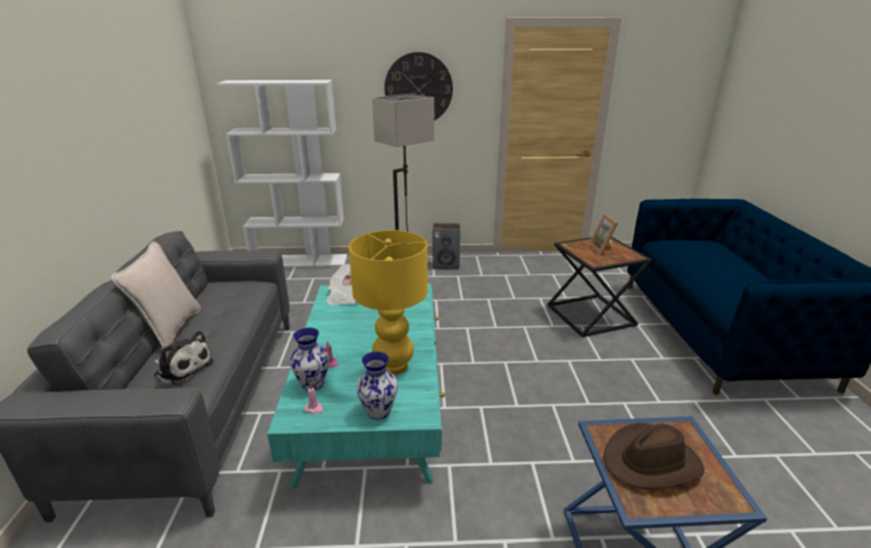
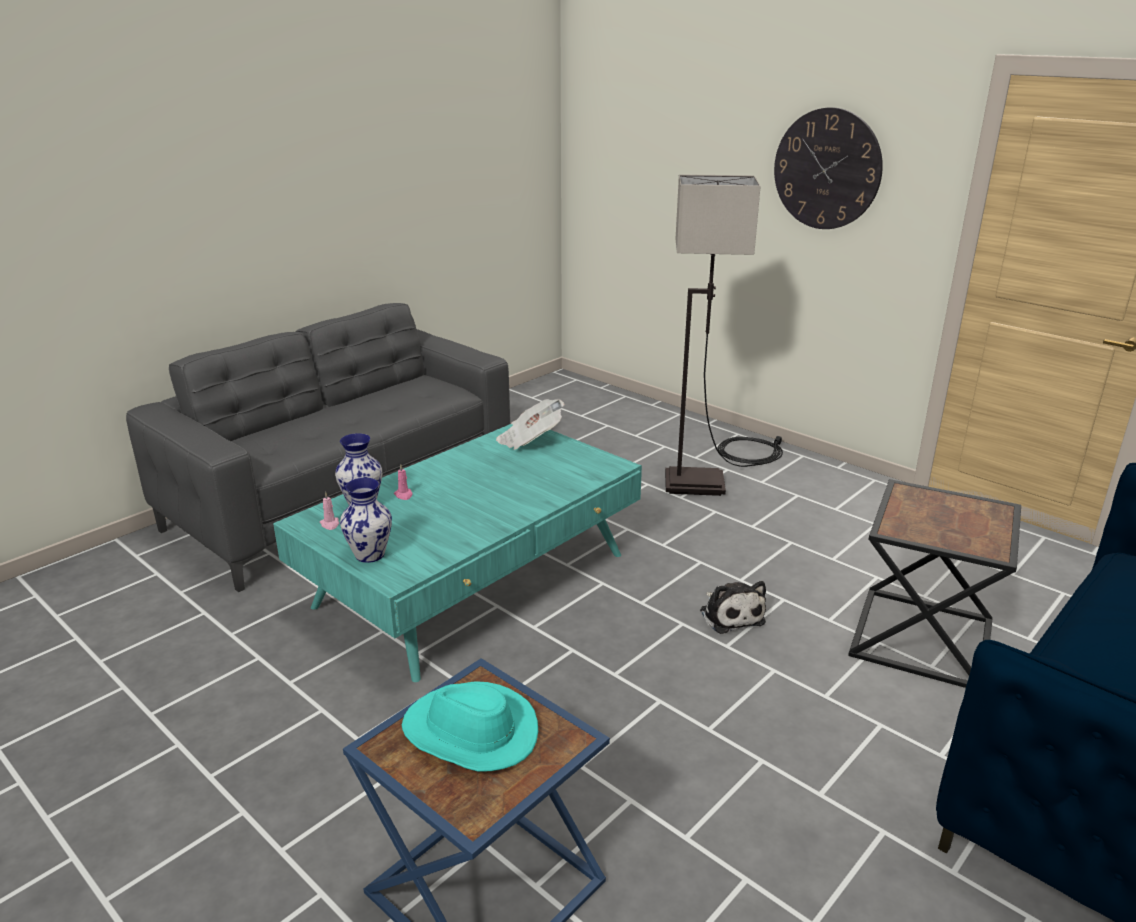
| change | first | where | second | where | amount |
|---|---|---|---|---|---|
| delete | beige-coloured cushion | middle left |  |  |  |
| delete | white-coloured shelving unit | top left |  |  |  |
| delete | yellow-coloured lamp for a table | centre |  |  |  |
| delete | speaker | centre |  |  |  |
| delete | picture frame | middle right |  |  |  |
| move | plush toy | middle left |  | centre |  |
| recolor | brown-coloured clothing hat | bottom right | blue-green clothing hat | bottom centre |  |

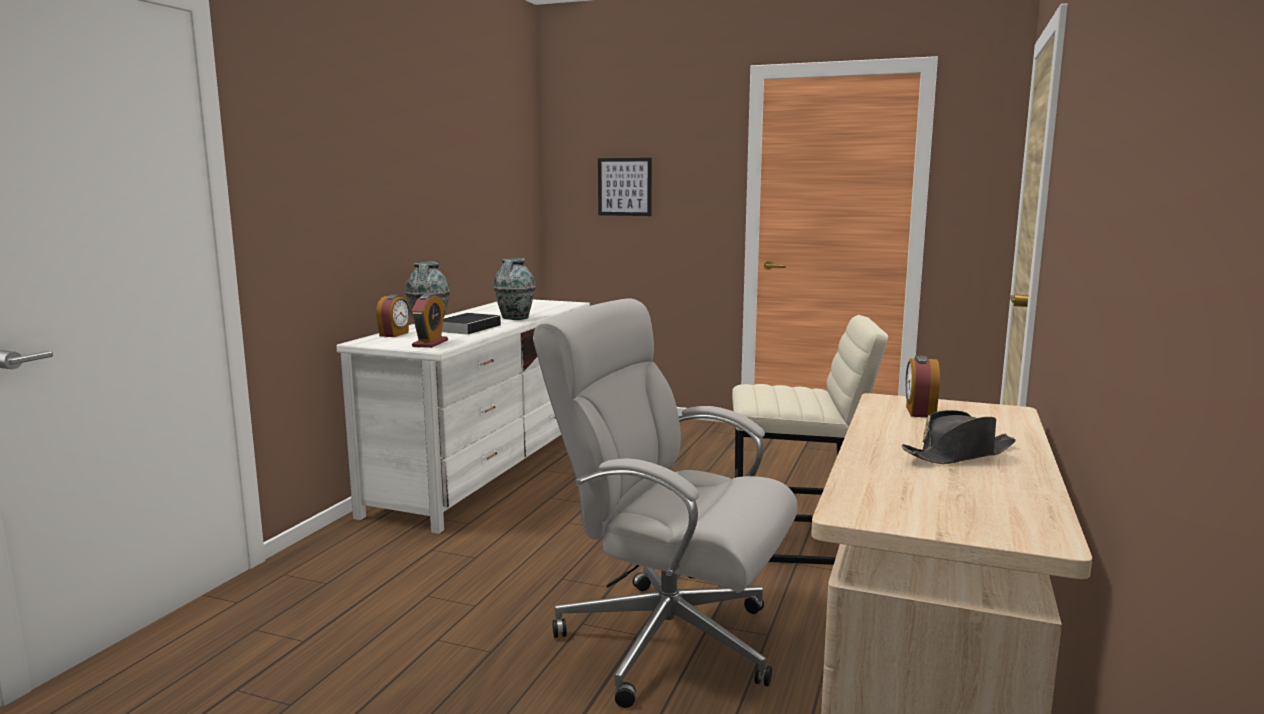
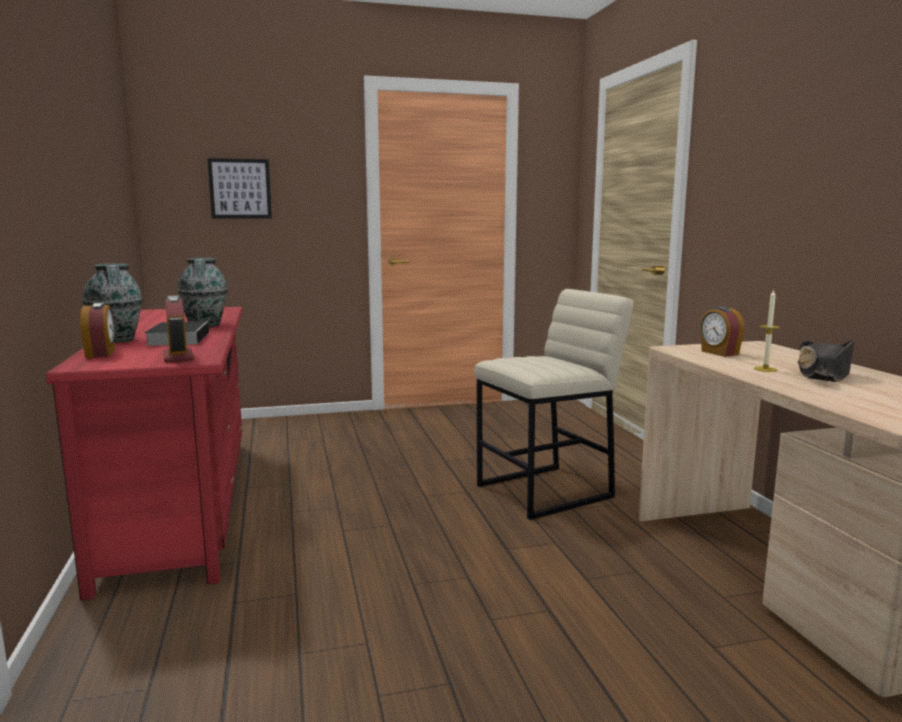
| change | first | where | second | where | amount |
|---|---|---|---|---|---|
| delete | gray desk chair | bottom centre |  |  |  |
| insert |  |  | candle | middle right |  |
| recolor | white-coloured chest of drawers | centre | red-coloured chest of drawers | middle left |  |

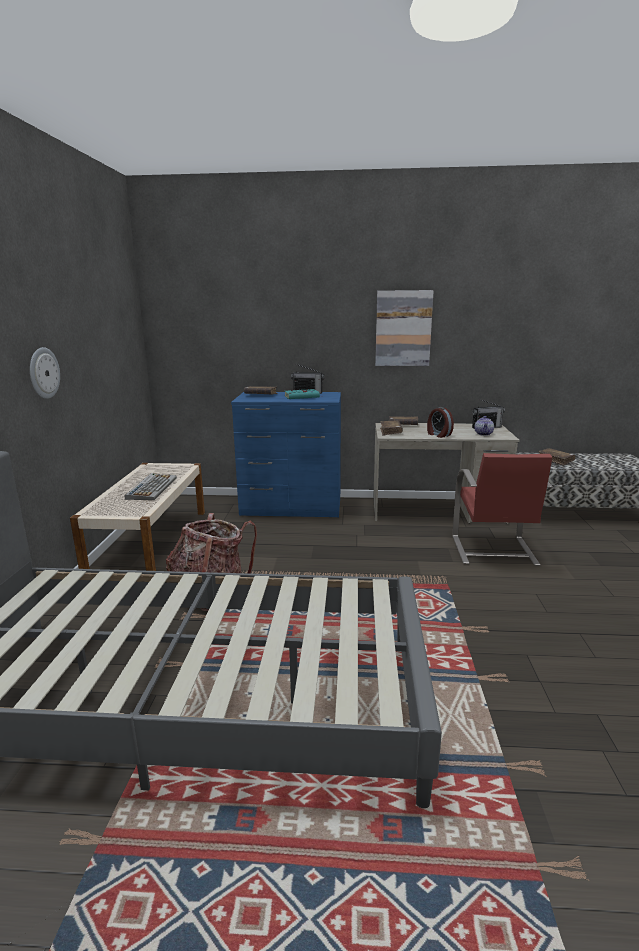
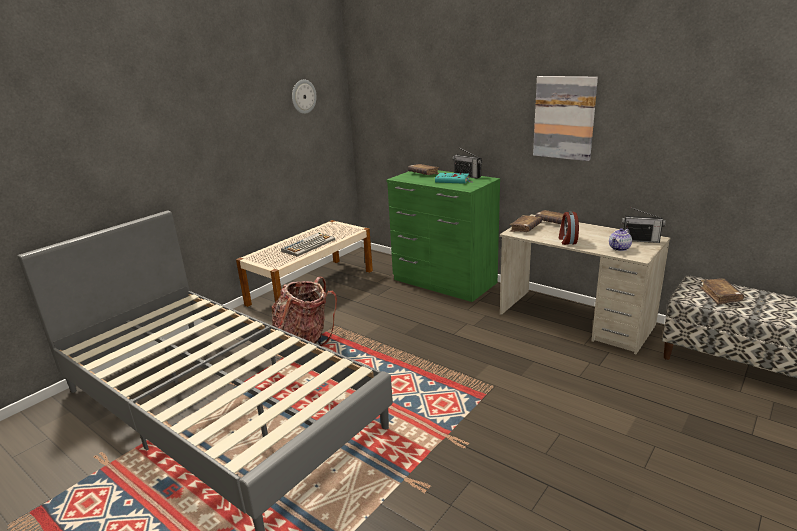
| change | first | where | second | where | amount |
|---|---|---|---|---|---|
| delete | red-coloured upright chair | middle right |  |  |  |
| move | wall clock | middle left |  | top centre |  |
| recolor | blue-coloured chest of drawers | centre | green chest of drawers | centre |  |

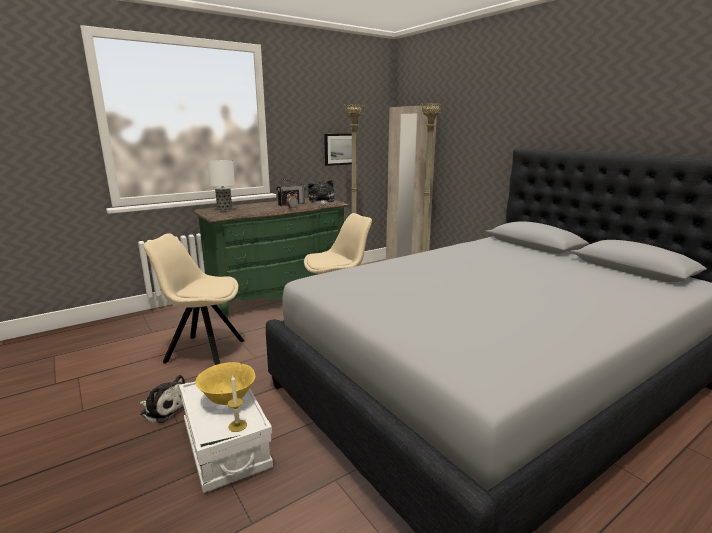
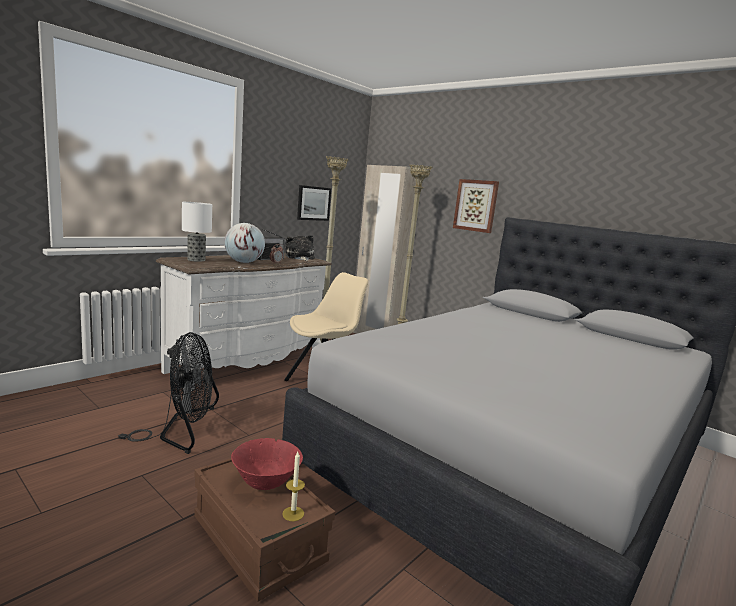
| change | first | where | second | where | amount |
|---|---|---|---|---|---|
| delete | plush toy (1st from left) | bottom left |  |  |  |
| insert |  |  | world globe | middle left |  |
| insert |  |  | wall picture (2nd from left) | centre |  |
| replace | beige-coloured upright chair (1st from left) | middle left | black-coloured cooling fan | middle left |  |
| recolor | white-coloured storage box | bottom left | brown-coloured storage box | bottom centre |  |
| recolor | green chest of drawers | centre | white-coloured chest of drawers | middle left |  |
| recolor | yellow-coloured bowl | bottom left | red-coloured bowl | bottom centre |  |

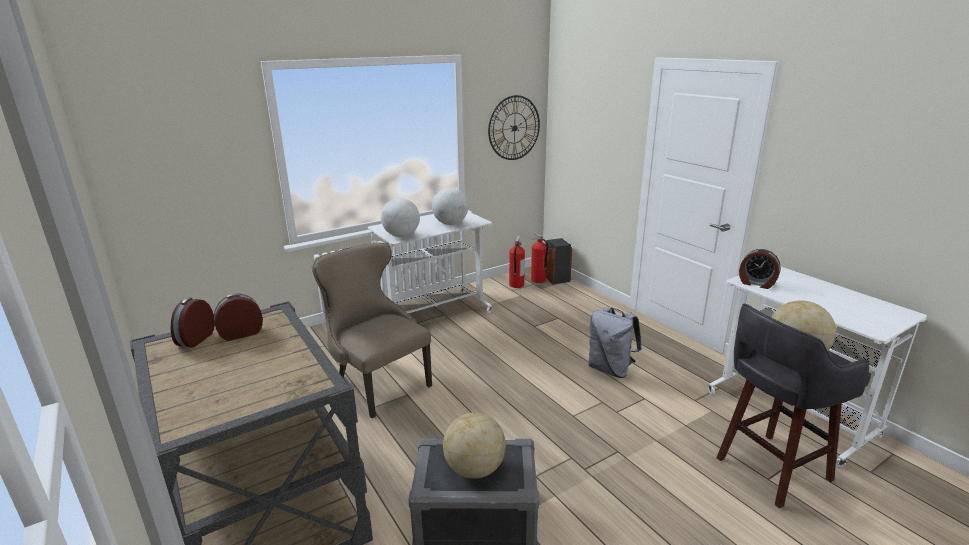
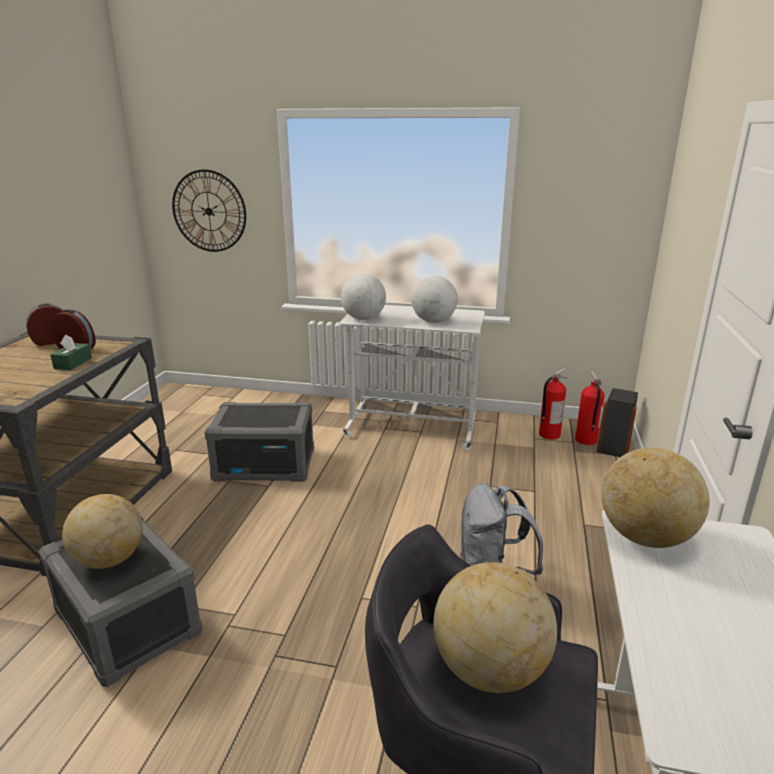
| change | first | where | second | where | amount |
|---|---|---|---|---|---|
| insert |  |  | green tissue holder | middle left |  |
| move | wall clock | top centre |  | top left |  |
| replace | beige-coloured upright chair | centre | gray storage box (2nd from left) | centre |  |
| replace | table clock (3rd from left) | middle right | world globe (5th from left) | middle right |  |

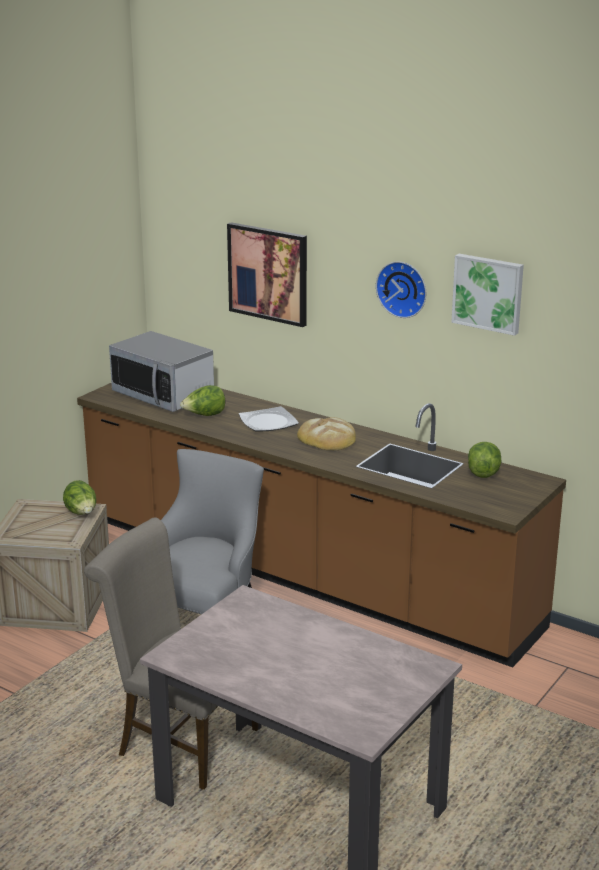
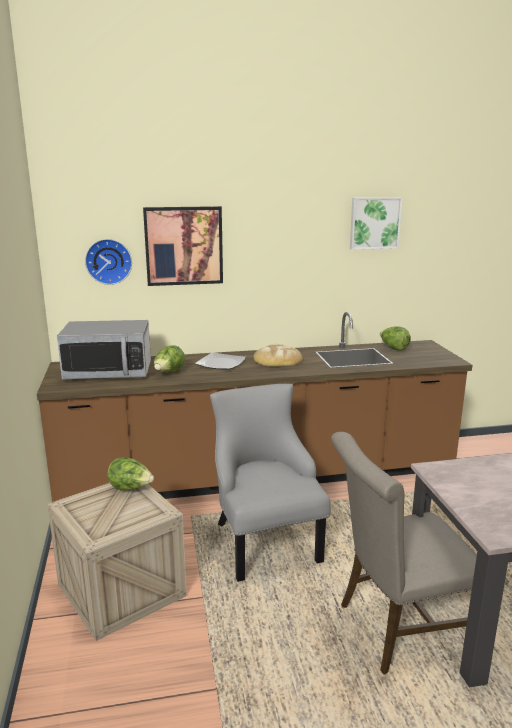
| change | first | where | second | where | amount |
|---|---|---|---|---|---|
| move | wall clock | top right |  | middle left |  |

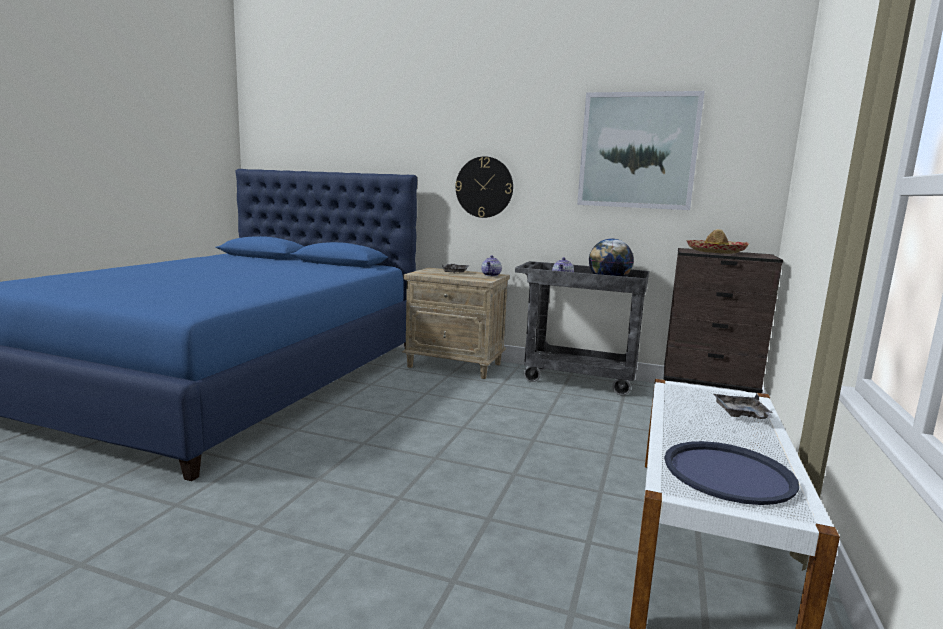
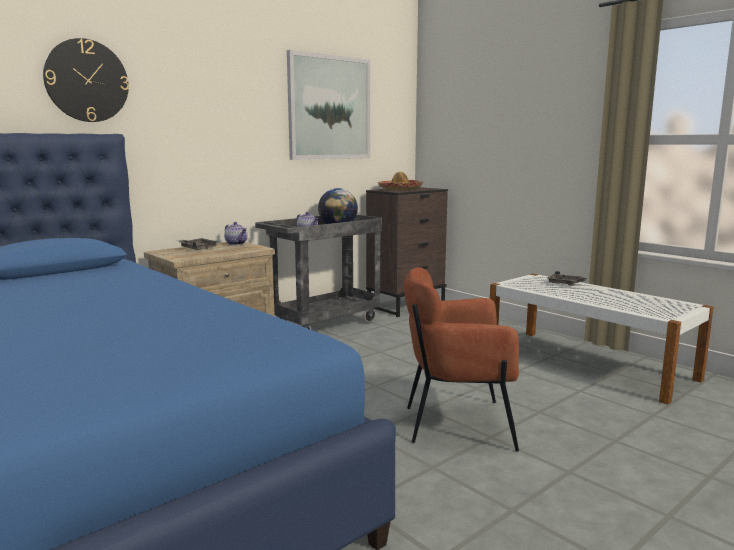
| change | first | where | second | where | amount |
|---|---|---|---|---|---|
| delete | blue-coloured serving tray | bottom right |  |  |  |
| insert |  |  | brown-coloured easy chair | centre |  |
| move | wall clock | top centre |  | top left |  |

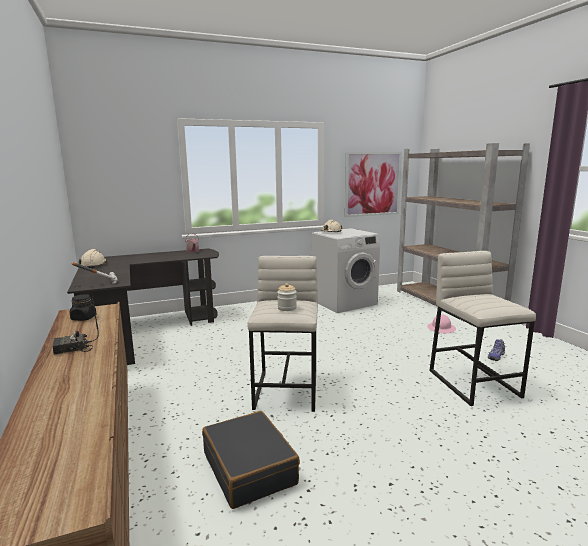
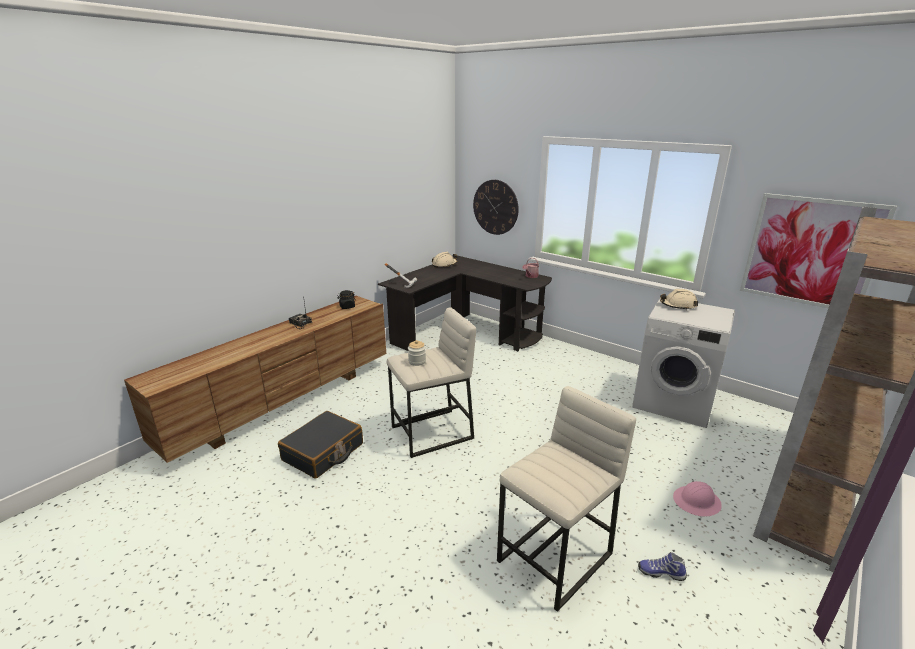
| change | first | where | second | where | amount |
|---|---|---|---|---|---|
| insert |  |  | wall clock | top centre |  |

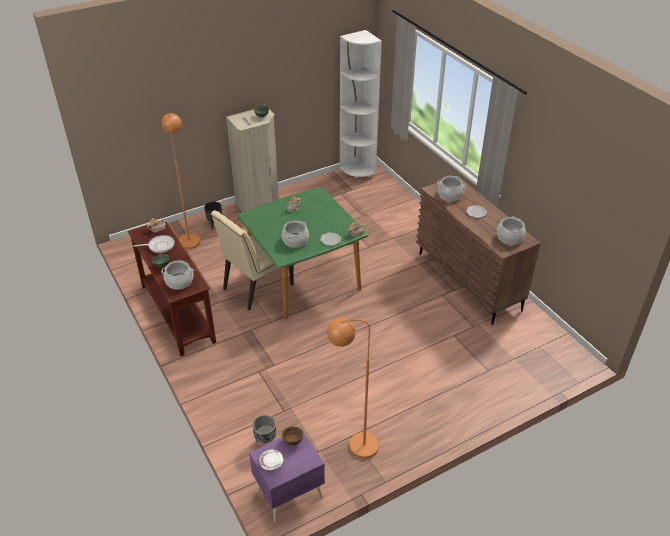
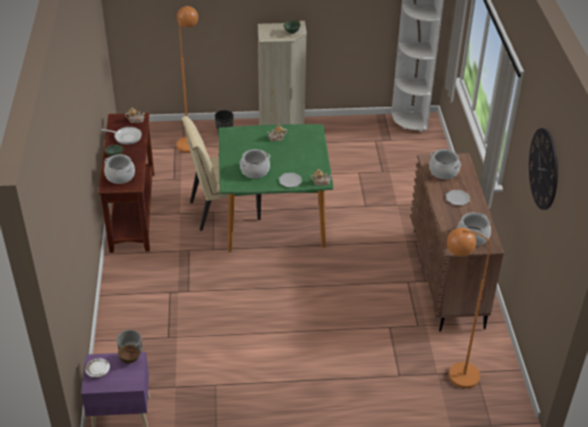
| change | first | where | second | where | amount |
|---|---|---|---|---|---|
| insert |  |  | wall clock | middle right |  |
| move | orangey standard lamp (2nd from left) | bottom centre |  | bottom right |  |

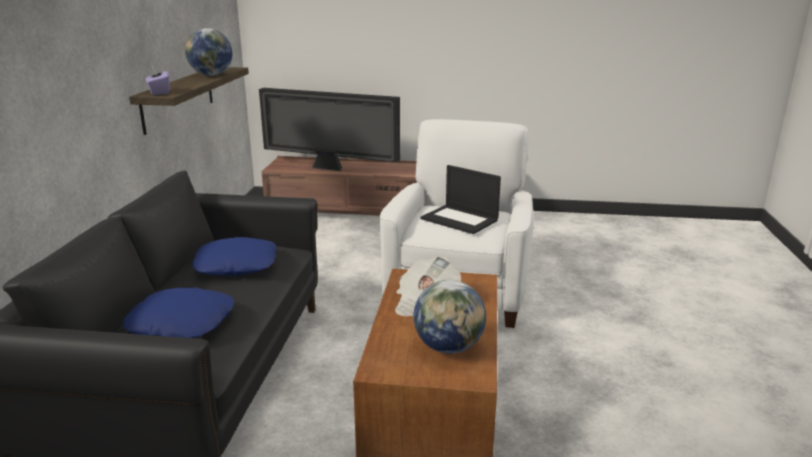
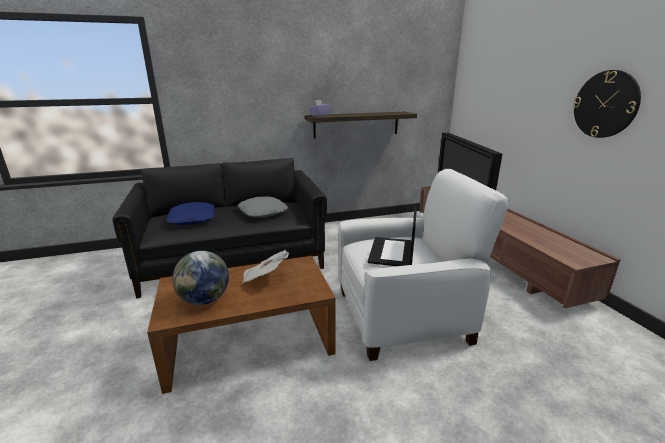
| change | first | where | second | where | amount |
|---|---|---|---|---|---|
| delete | world globe (1st from left) | top left |  |  |  |
| insert |  |  | wall clock | top right |  |
| recolor | blue-coloured cushion (2nd from left) | middle left | gray cushion | centre |  |

